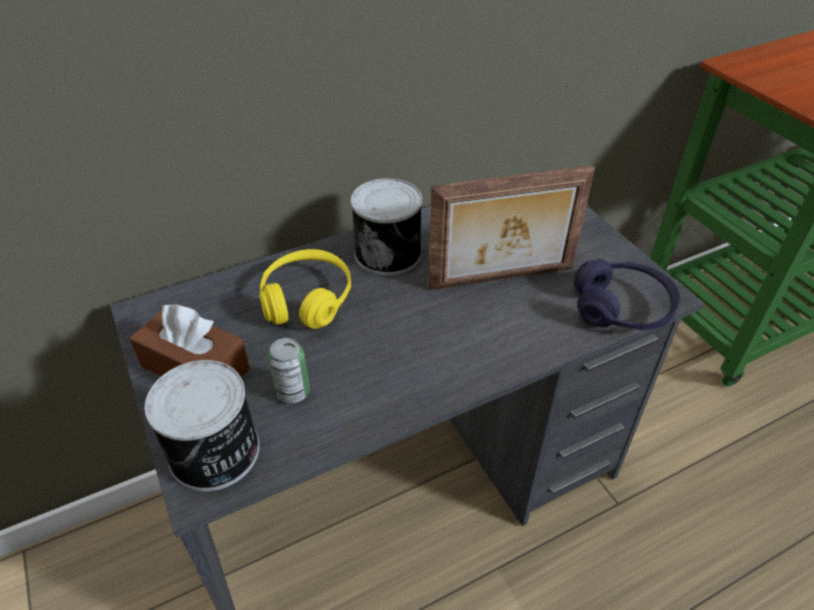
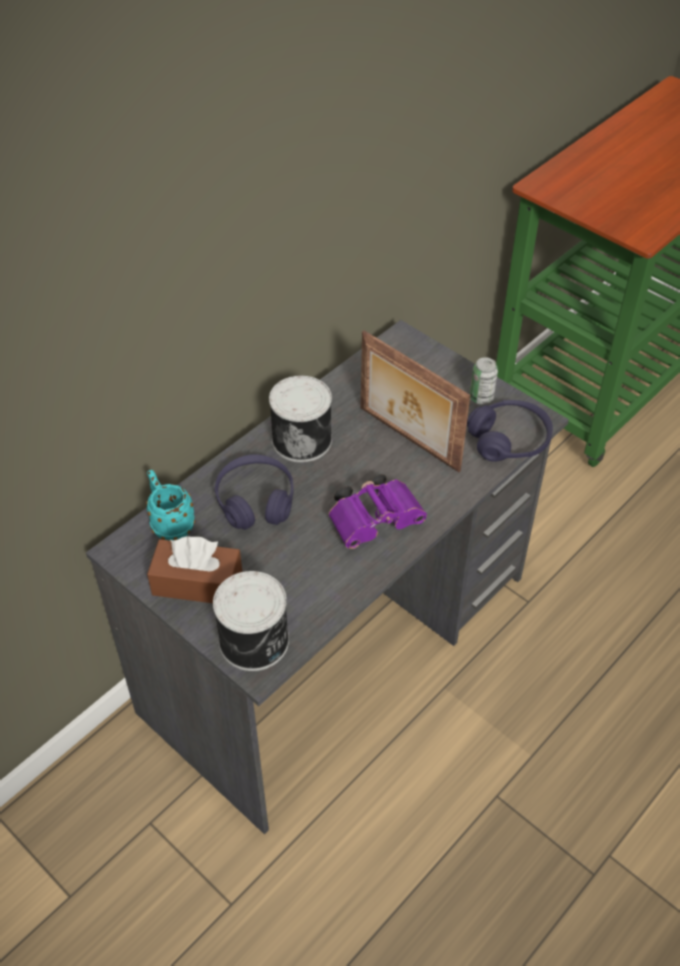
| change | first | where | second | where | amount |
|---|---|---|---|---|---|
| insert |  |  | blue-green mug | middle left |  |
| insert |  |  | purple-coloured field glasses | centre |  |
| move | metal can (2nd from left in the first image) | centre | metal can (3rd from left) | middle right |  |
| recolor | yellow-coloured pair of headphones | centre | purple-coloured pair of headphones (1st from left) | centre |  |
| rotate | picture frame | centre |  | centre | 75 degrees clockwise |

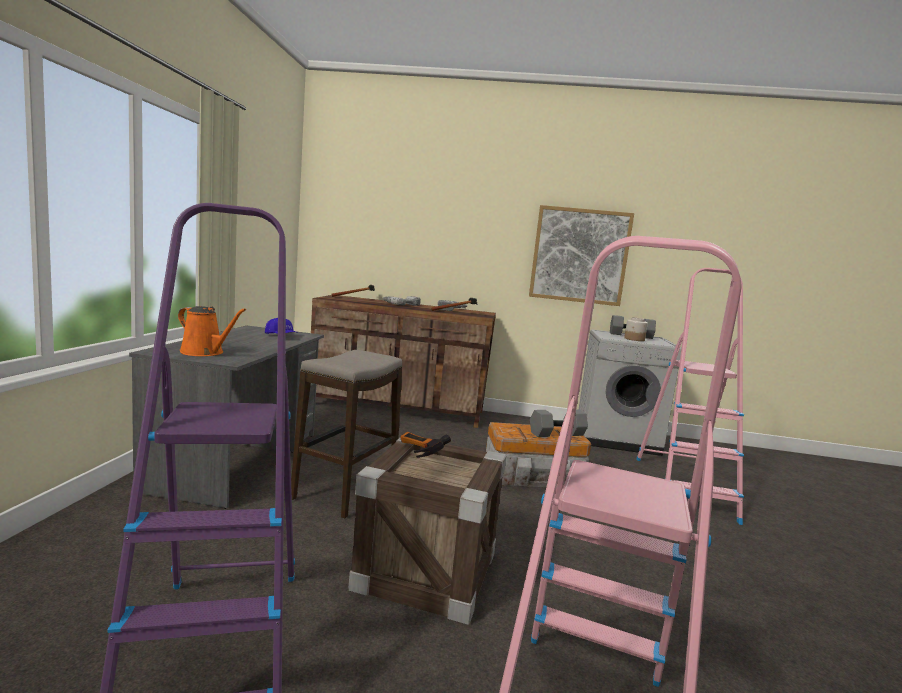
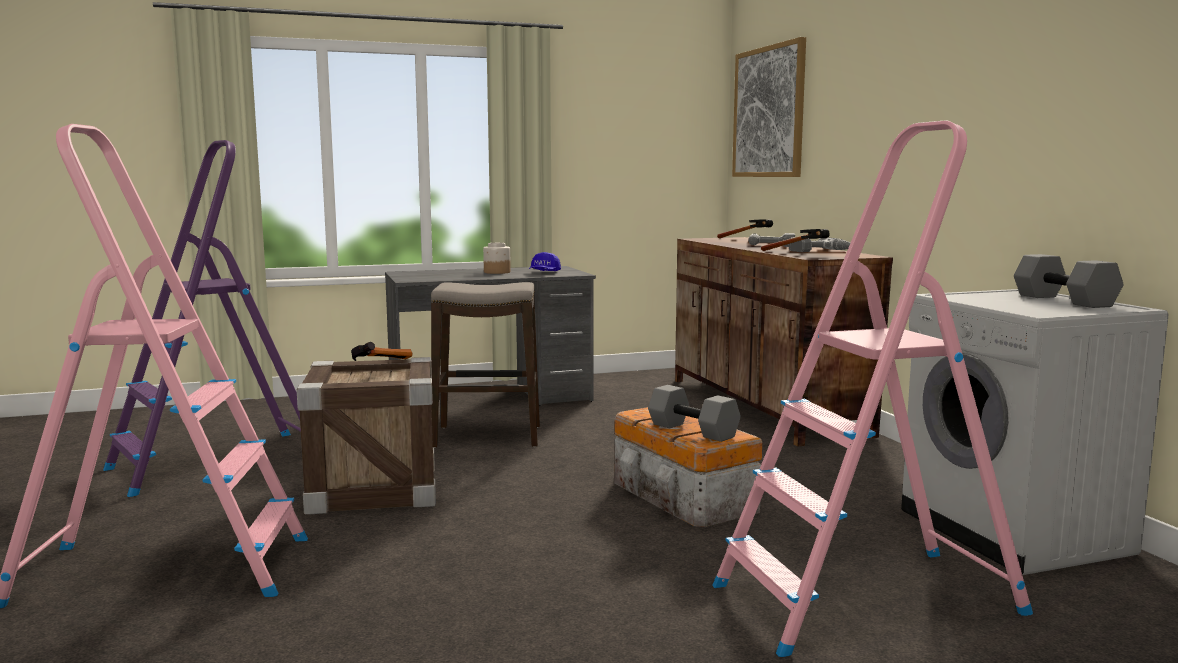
| change | first | where | second | where | amount |
|---|---|---|---|---|---|
| delete | orangey watering can | middle left |  |  |  |
| move | wall picture | centre |  | top centre |  |
| move | jar | middle right |  | centre |  |

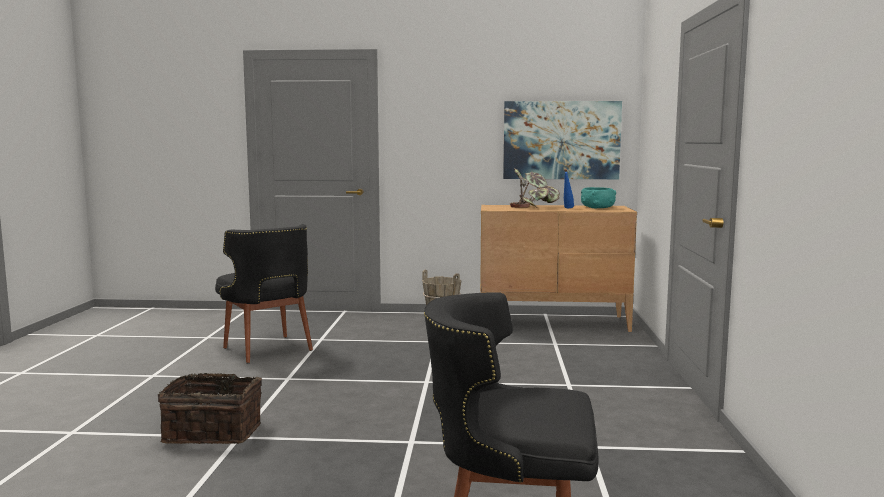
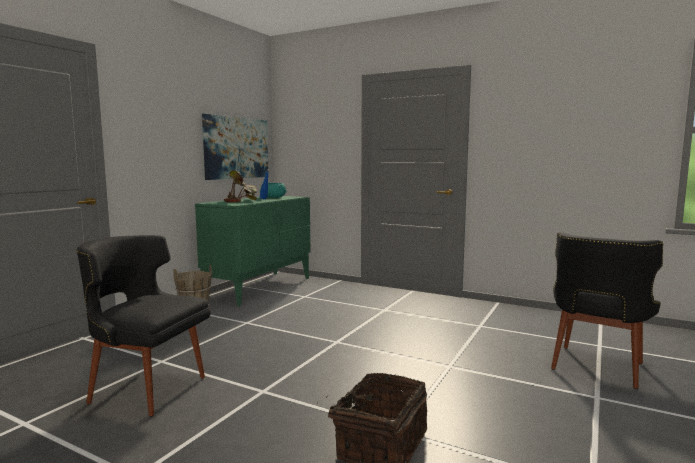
| change | first | where | second | where | amount |
|---|---|---|---|---|---|
| recolor | brown-coloured cupboard | centre | green cupboard | centre |  |
| rotate | black-coloured upright chair (1st from left) | middle left |  | bottom left | 150 degrees counterclockwise |

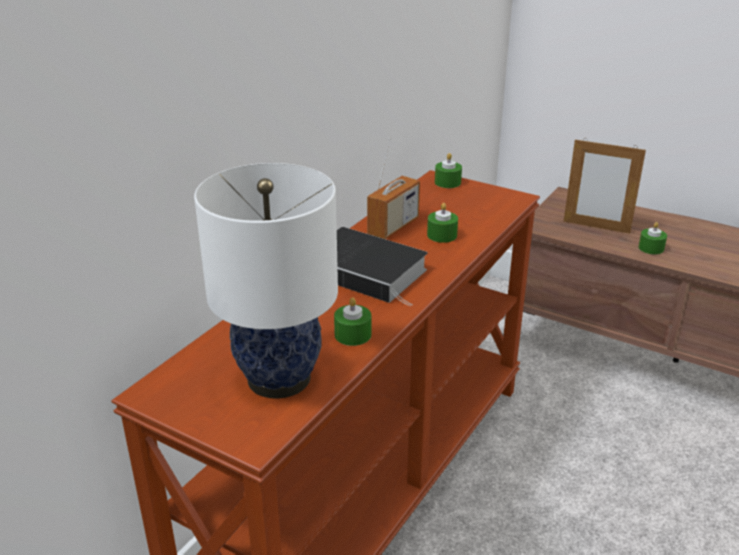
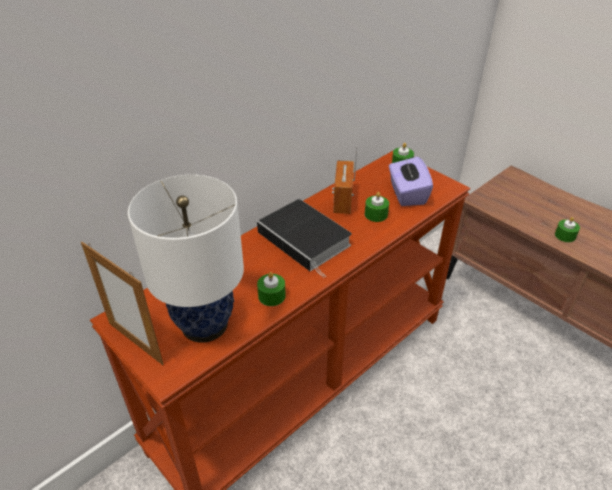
| change | first | where | second | where | amount |
|---|---|---|---|---|---|
| insert |  |  | purple-coloured tissue holder | middle right |  |
| move | picture frame | middle right |  | middle left |  |
| rotate | radio | centre |  | centre | 135 degrees clockwise |

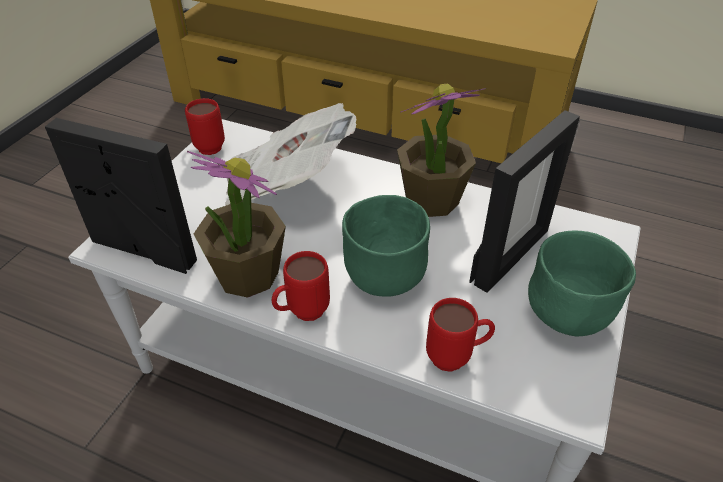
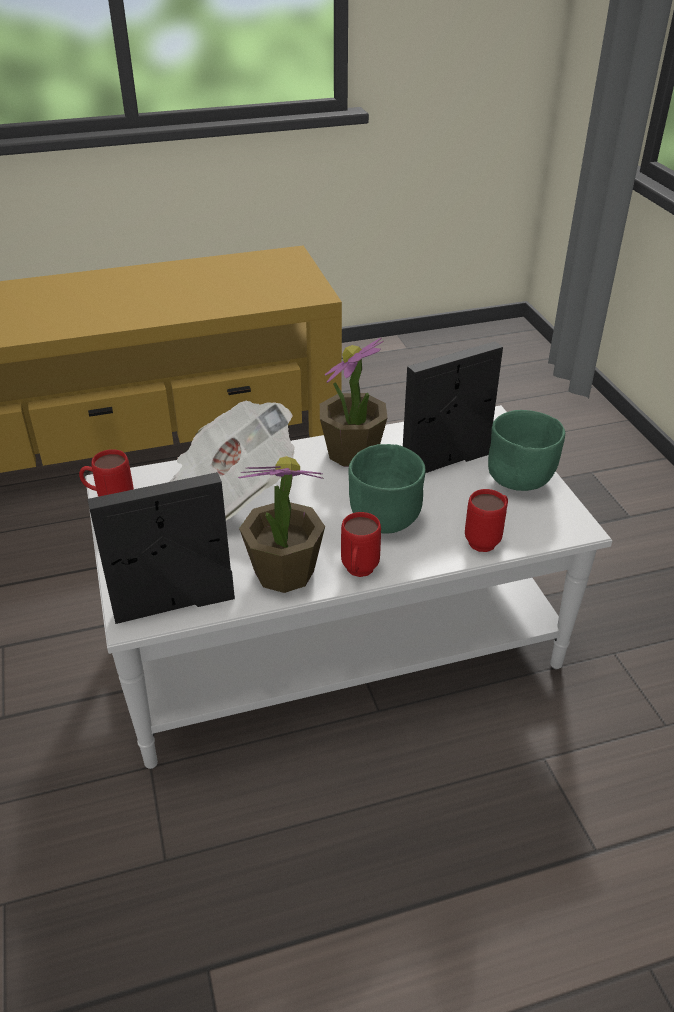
| change | first | where | second | where | amount |
|---|---|---|---|---|---|
| rotate | picture frame (2nd from left) | middle right |  | middle right | 120 degrees counterclockwise |

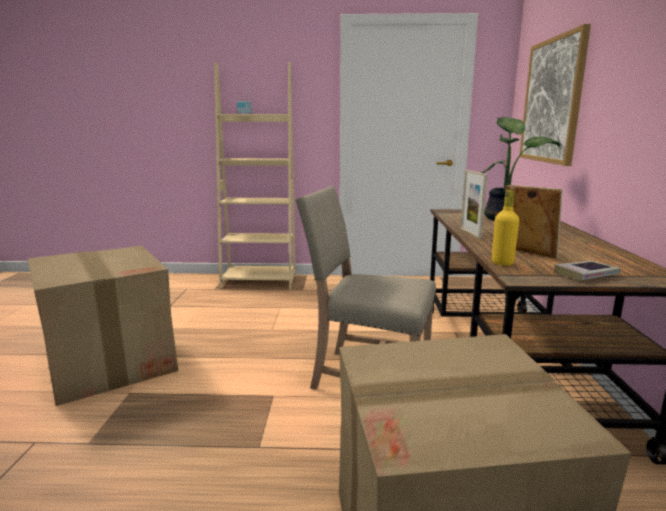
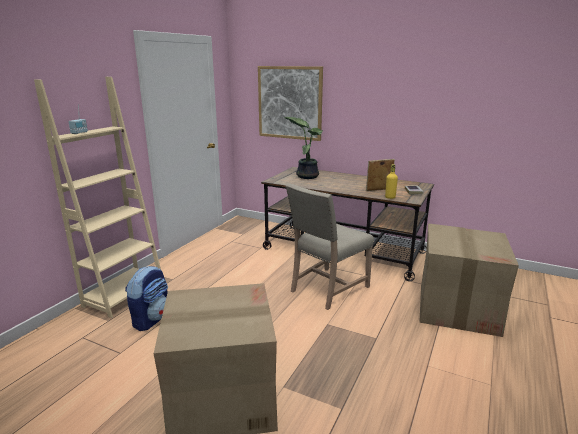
| change | first | where | second | where | amount |
|---|---|---|---|---|---|
| delete | picture frame (1st from left) | middle right |  |  |  |
| insert |  |  | rucksack | bottom left |  |

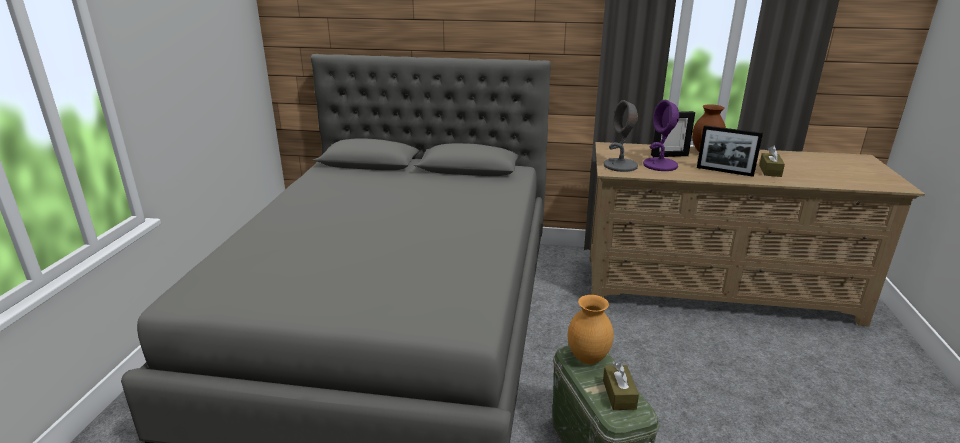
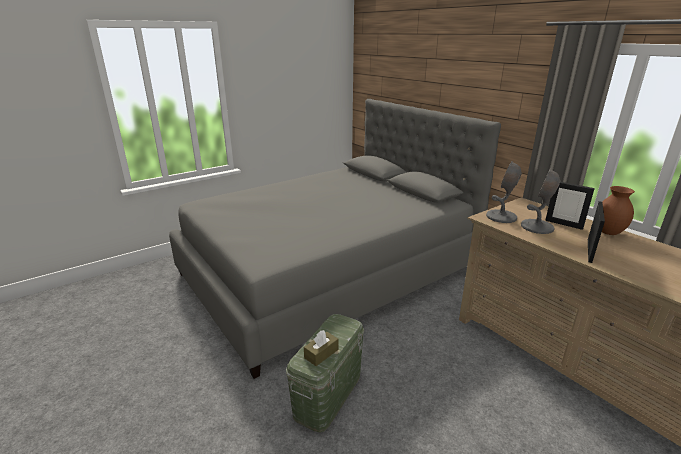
| change | first | where | second | where | amount |
|---|---|---|---|---|---|
| delete | brown-coloured decorative vase (1st from left) | bottom centre |  |  |  |
| delete | brown-coloured tissue holder (2nd from left) | middle right |  |  |  |
| recolor | purple-coloured lamp for a table | top right | gray lamp for a table (2nd from left) | middle right |  |
| rotate | picture frame (2nd from left) | middle right |  | middle right | 135 degrees counterclockwise |

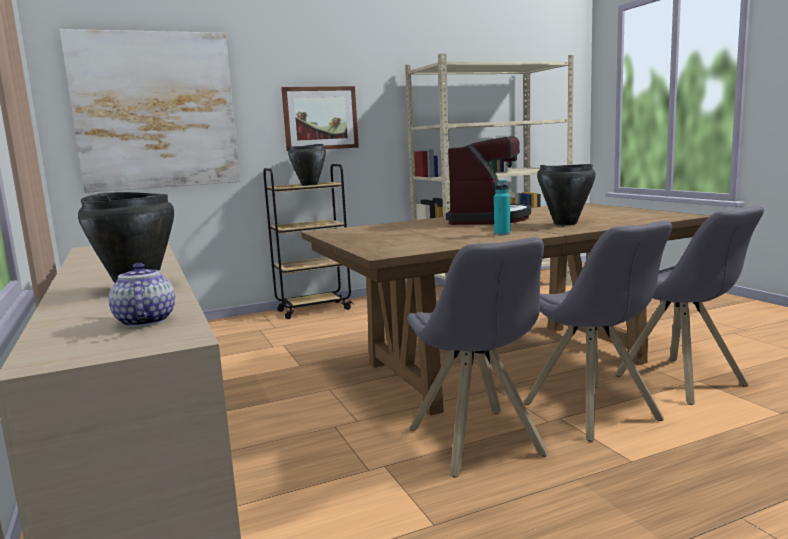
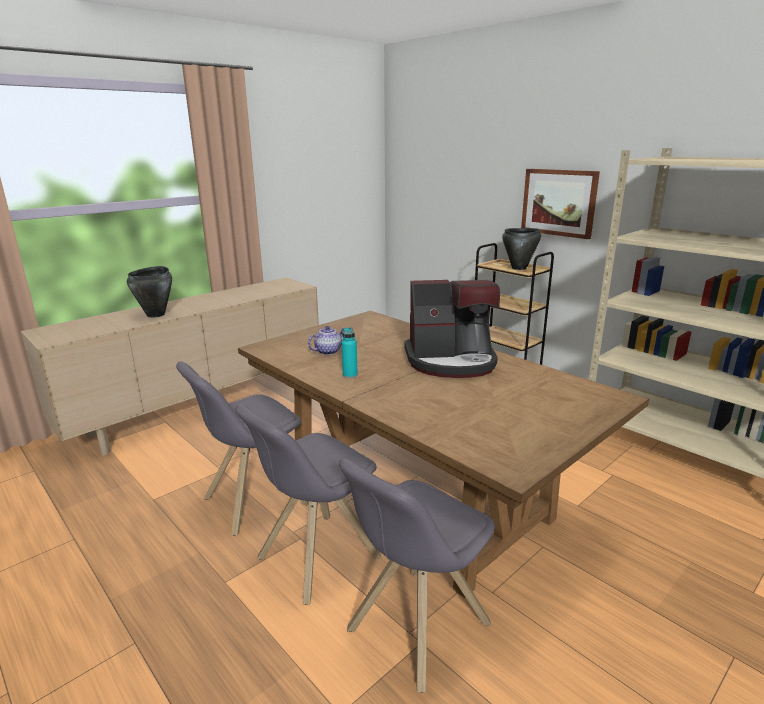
| change | first | where | second | where | amount |
|---|---|---|---|---|---|
| delete | wall picture (1st from left) | top left |  |  |  |
| delete | black-coloured saucepot (3rd from left) | middle right |  |  |  |
| move | tea pot | middle left |  | centre |  |

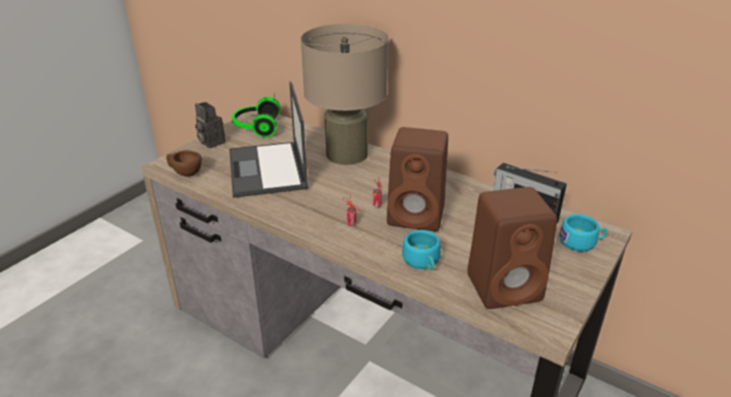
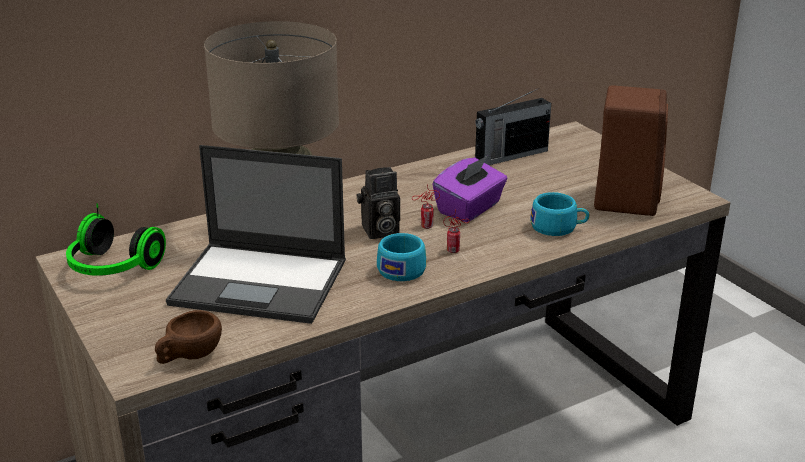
| change | first | where | second | where | amount |
|---|---|---|---|---|---|
| move | photo camera | top left |  | centre |  |
| move | blue-green drinking cup (2nd from left in the first image) | middle right | blue-green drinking cup (1st from left) | centre |  |
| replace | brown-coloured speaker (1st from left) | centre | purple-coloured tissue holder | centre |  |

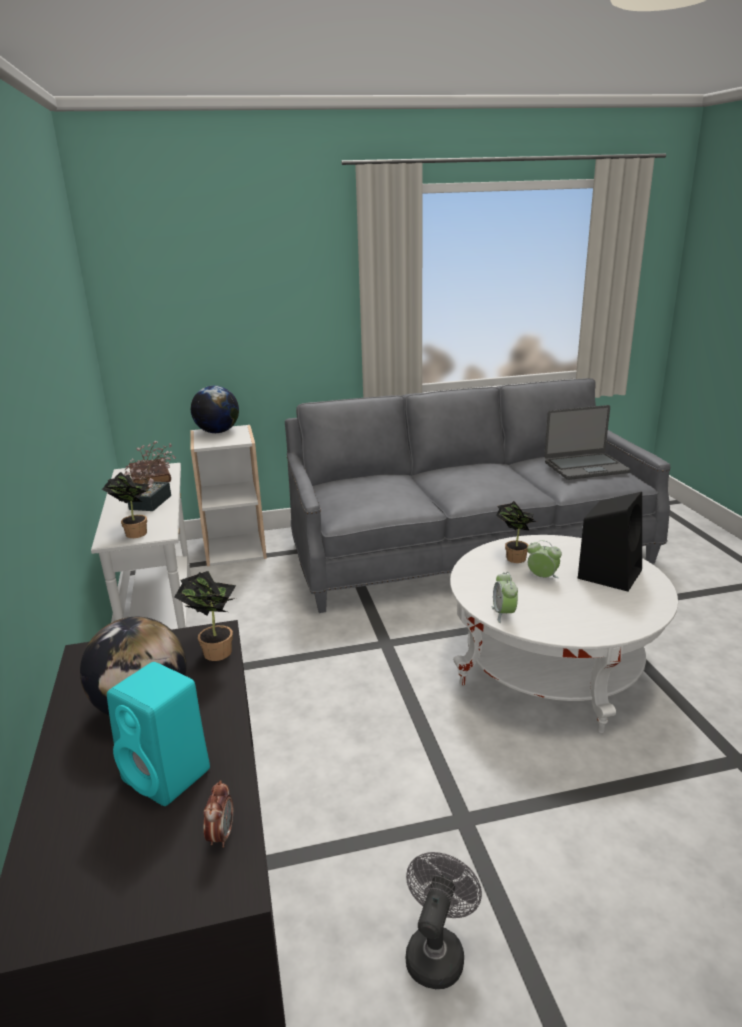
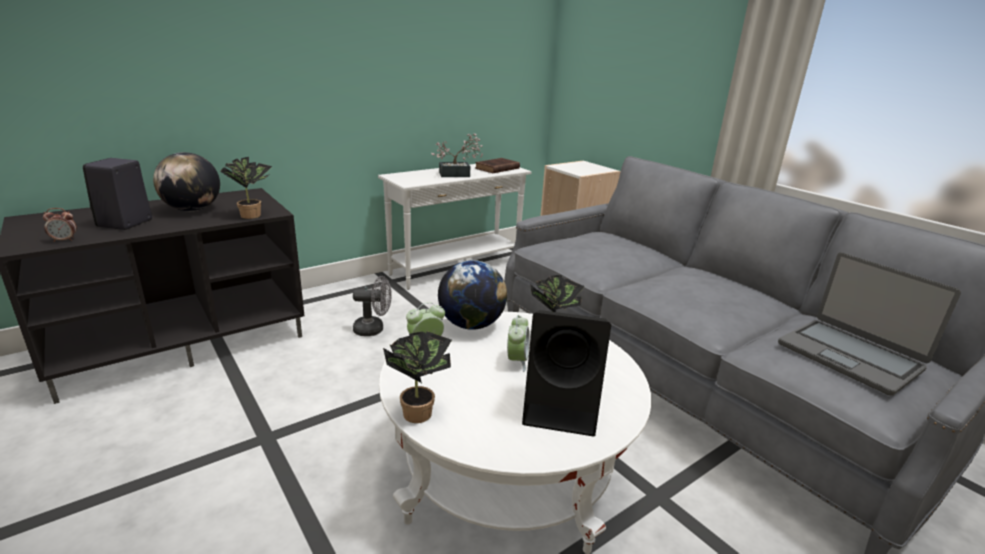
| change | first | where | second | where | amount |
|---|---|---|---|---|---|
| move | houseplant (1st from left in the first image) | middle left | houseplant (2nd from left) | bottom centre |  |
| move | world globe (2nd from left) | middle left |  | centre |  |
| move | gray cooling fan | bottom centre |  | centre |  |
| recolor | blue-green speaker | bottom left | black-coloured speaker (1st from left) | middle left |  |

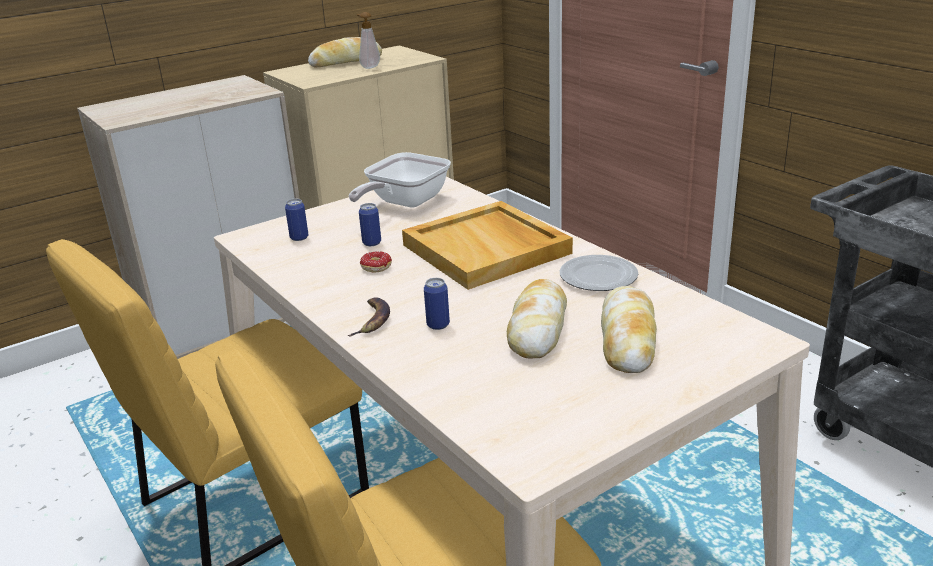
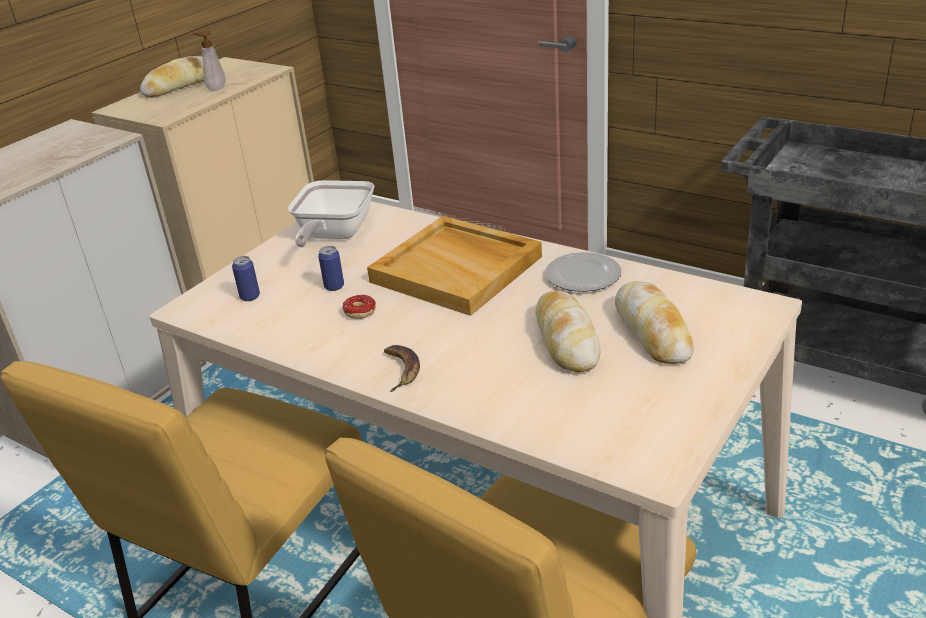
| change | first | where | second | where | amount |
|---|---|---|---|---|---|
| delete | metal can (3rd from left) | centre |  |  |  |

